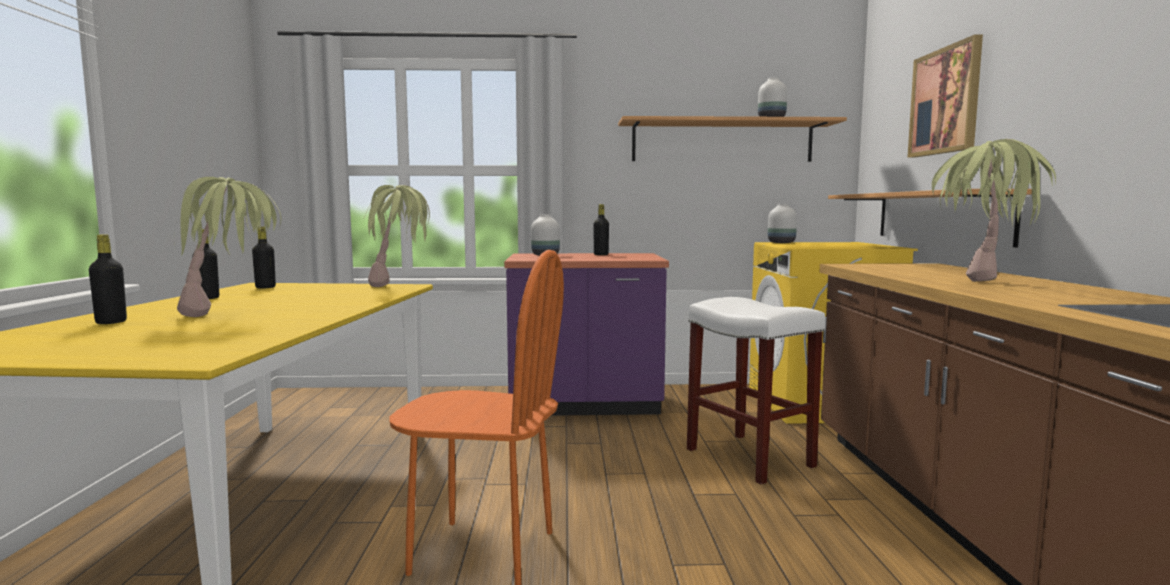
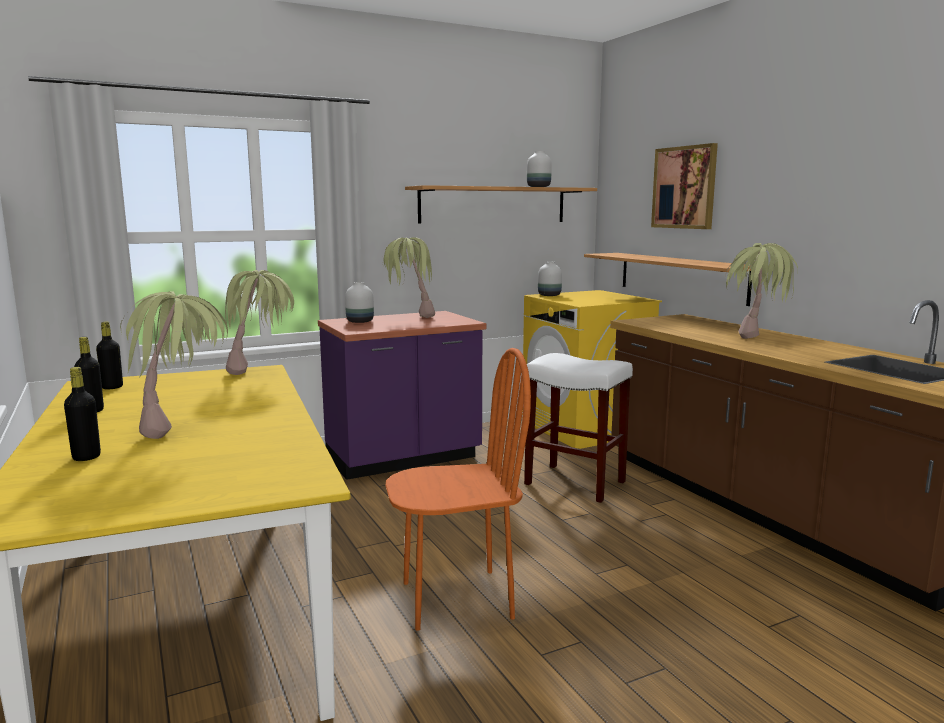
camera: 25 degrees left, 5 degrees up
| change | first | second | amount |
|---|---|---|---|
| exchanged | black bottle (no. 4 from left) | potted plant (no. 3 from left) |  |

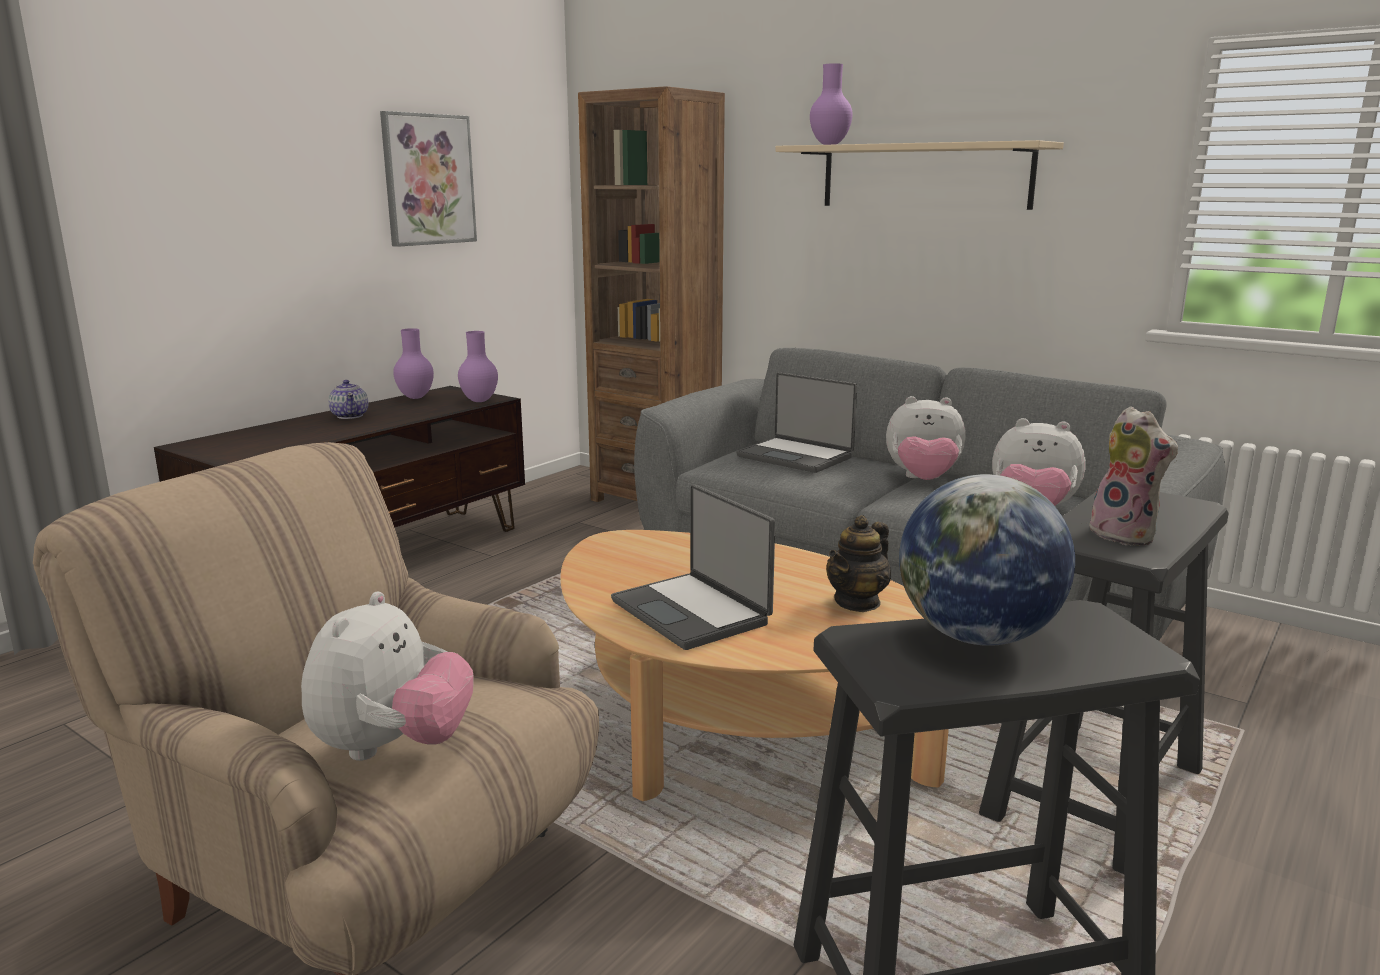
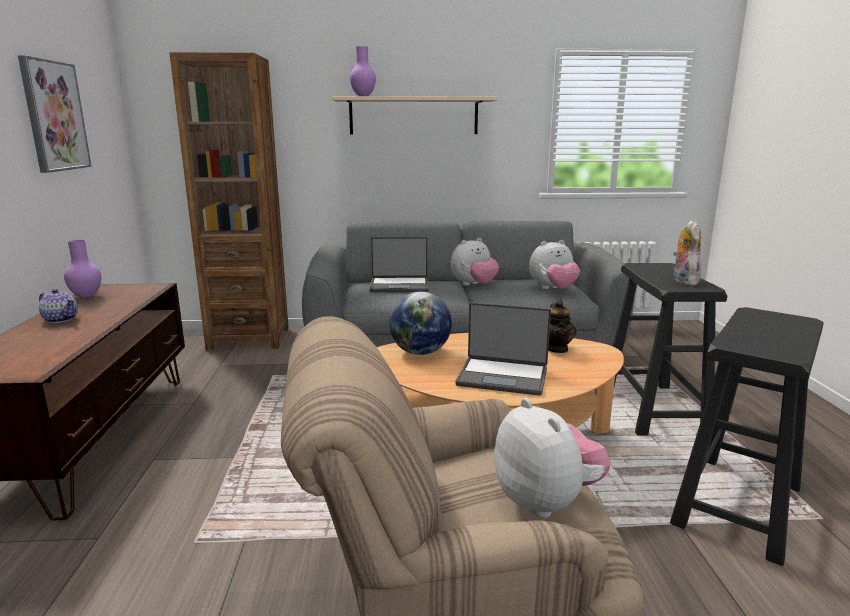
camera: 40 degrees left, 0 degrees up
| change | first | second | amount |
|---|---|---|---|
| missing | purple vase (no. 2 from left) |  |  |
| spun | plush toy (no. 4 from left) |  | 105 degrees counterclockwise |
| relocated | globe |  |  |

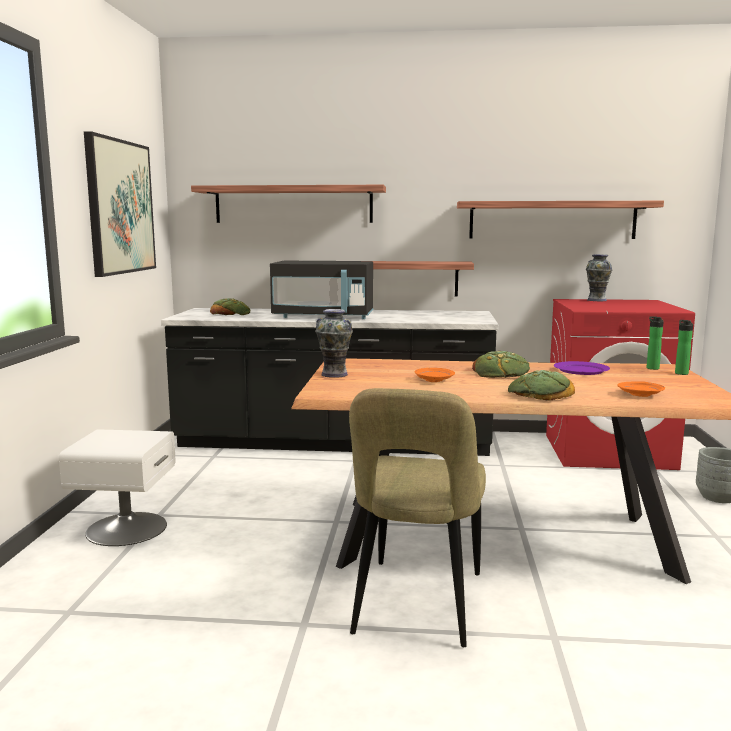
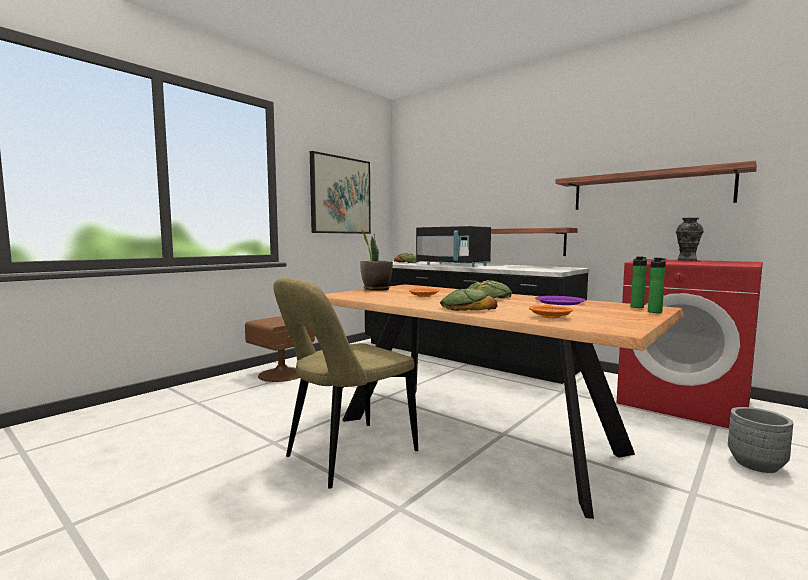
camera: 35 degrees right, 5 degrees down
| change | first | second | amount |
|---|---|---|---|
| missing | shelf (no. 1 from left) |  |  |
| exchanged | vase (no. 1 from left) | potted plant |  |
| colour | white nightstand | brown nightstand |  |

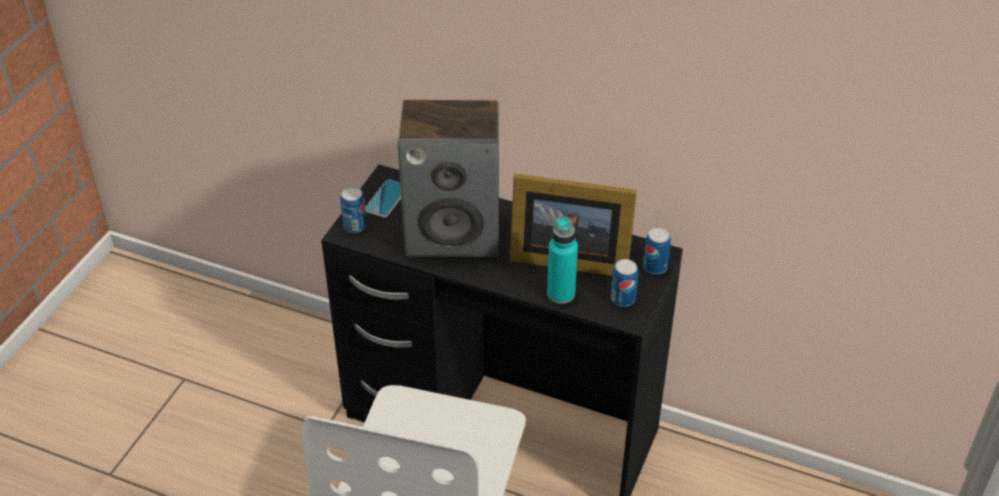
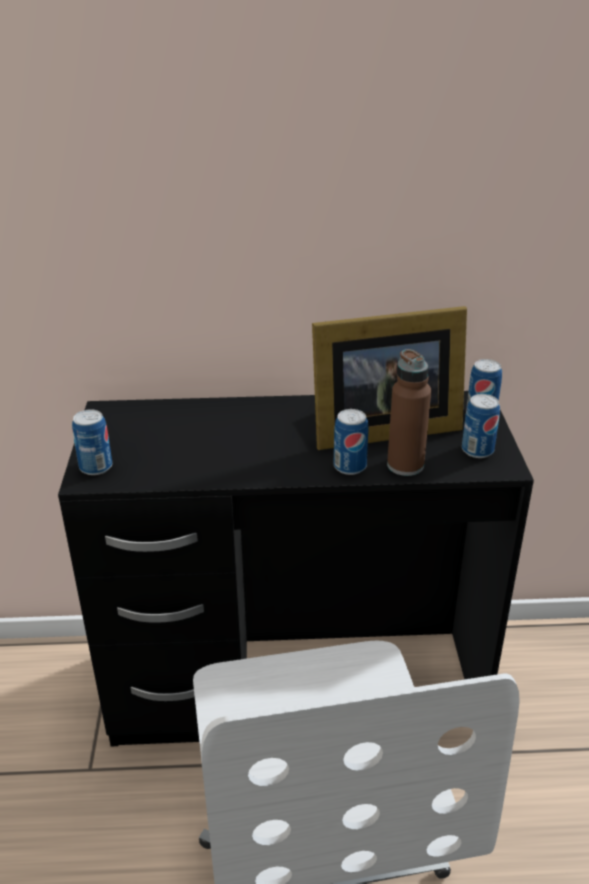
camera: 25 degrees left, 10 degrees down
| change | first | second | amount |
|---|---|---|---|
| missing | speaker |  |  |
| missing | phone |  |  |
| colour | turquoise bottle | brown bottle |  |
| appeared |  | can (no. 2 from left) |  |

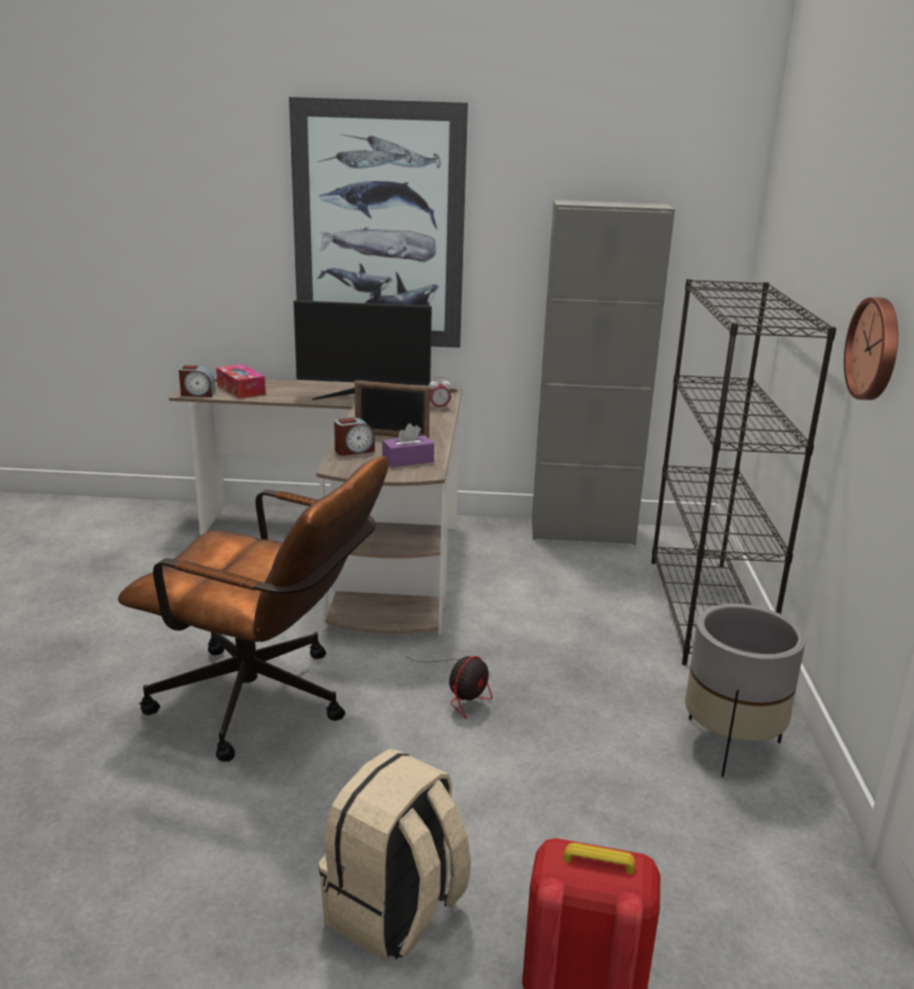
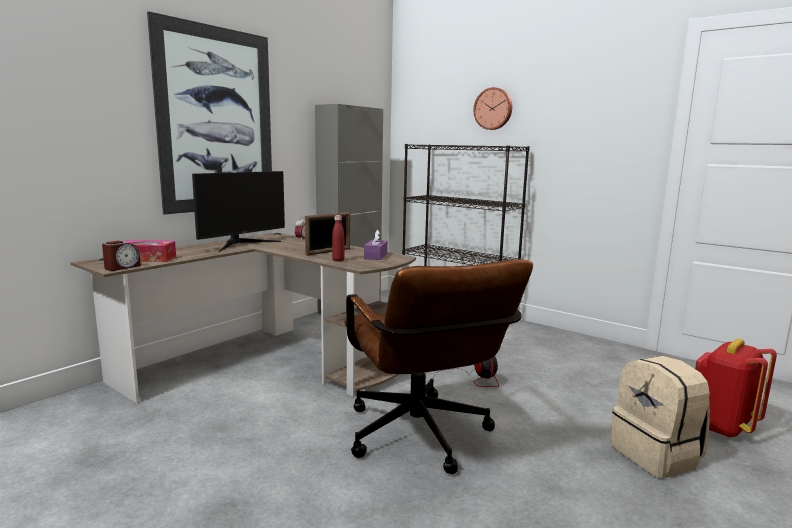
camera: 55 degrees left, 10 degrees down
| change | first | second | amount |
|---|---|---|---|
| relocated | wall clock |  |  |
| exchanged | alarm clock (no. 2 from left) | red bottle |  |
| spun | brown office chair |  | 105 degrees clockwise |
| missing | grey planter |  |  |

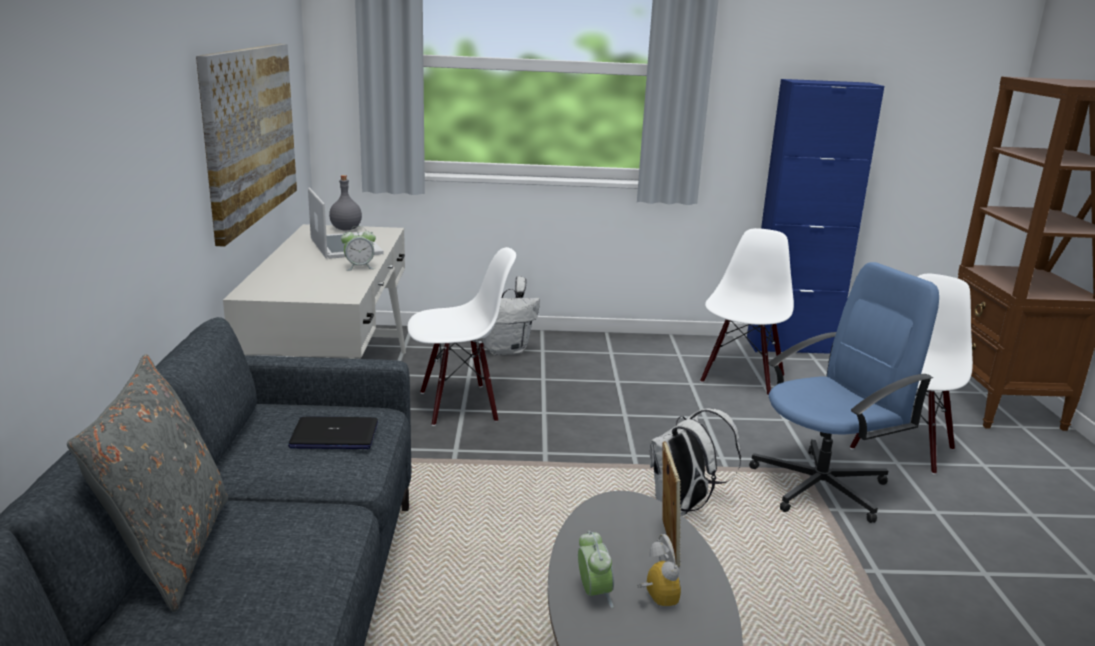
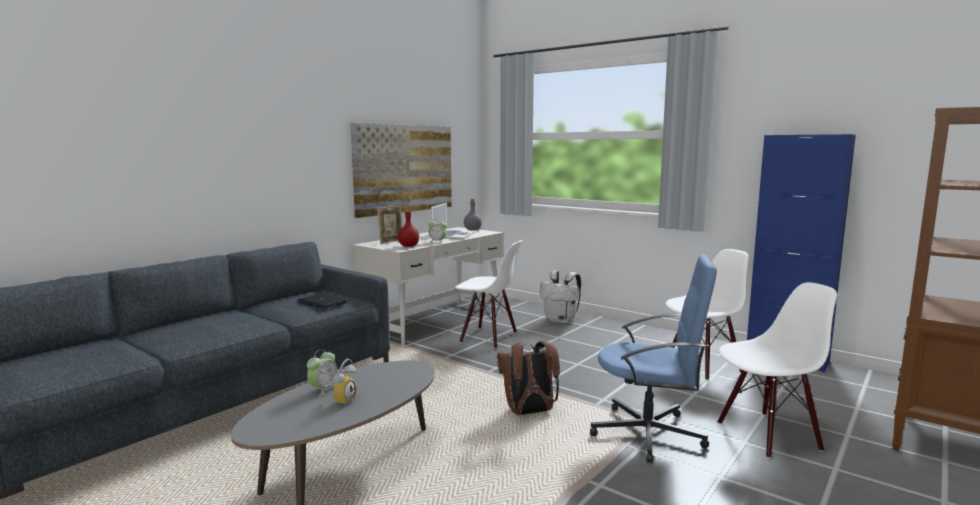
camera: 40 degrees right, 10 degrees down
| change | first | second | amount |
|---|---|---|---|
| missing | grey pillow |  |  |
| colour | white backpack (no. 2 from left) | brown backpack |  |
| relocated | picture frame |  |  |
| appeared |  | red bottle |  |

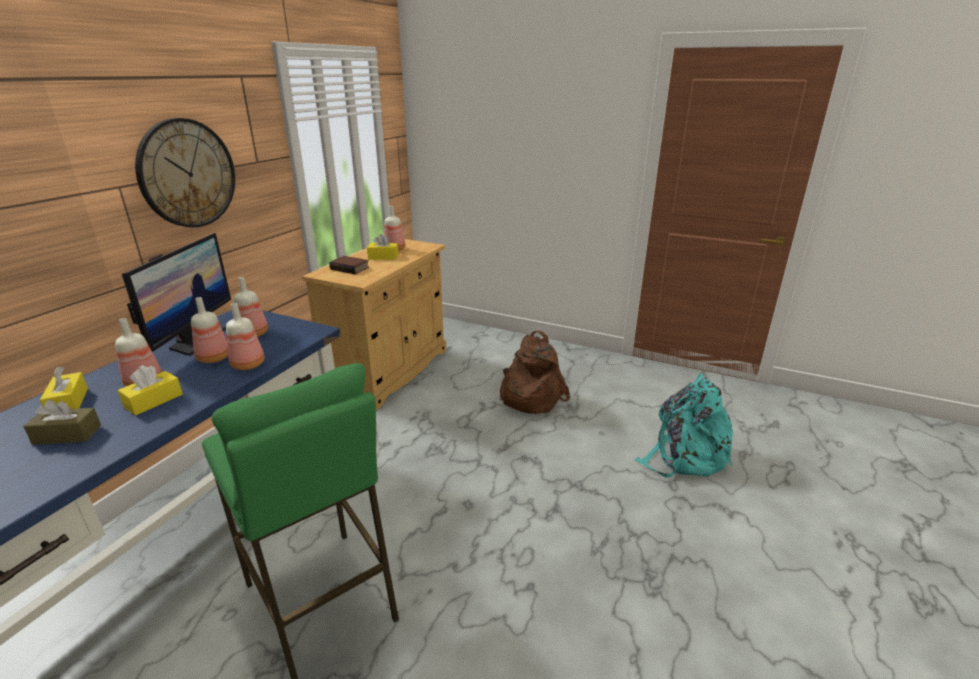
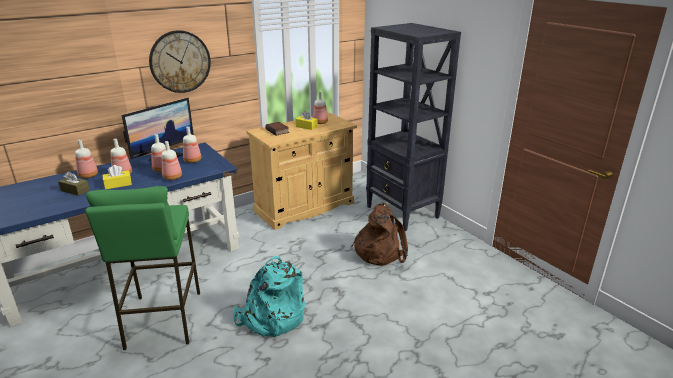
camera: 30 degrees right, 0 degrees up
| change | first | second | amount |
|---|---|---|---|
| exchanged | yellow tissue box (no. 1 from left) | bottle (no. 1 from left) |  |
| relocated | turquoise backpack |  |  |
| appeared |  | black bookcase |  |

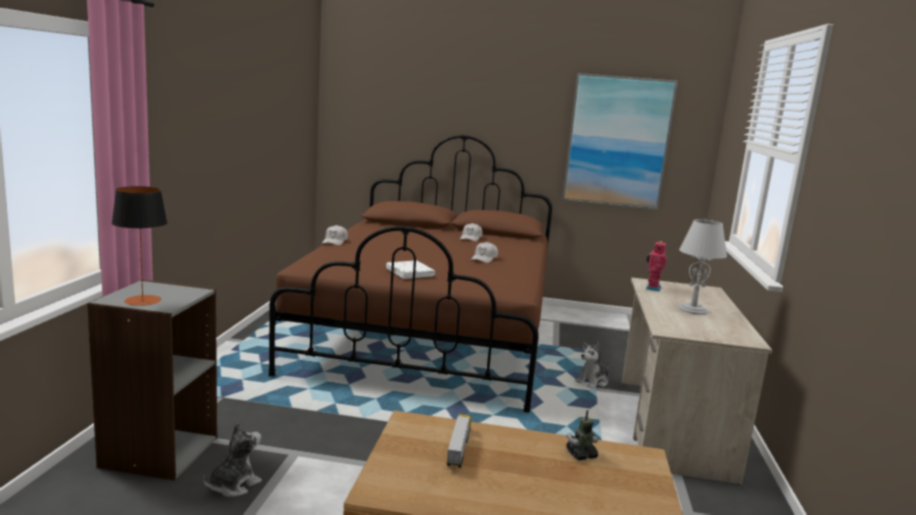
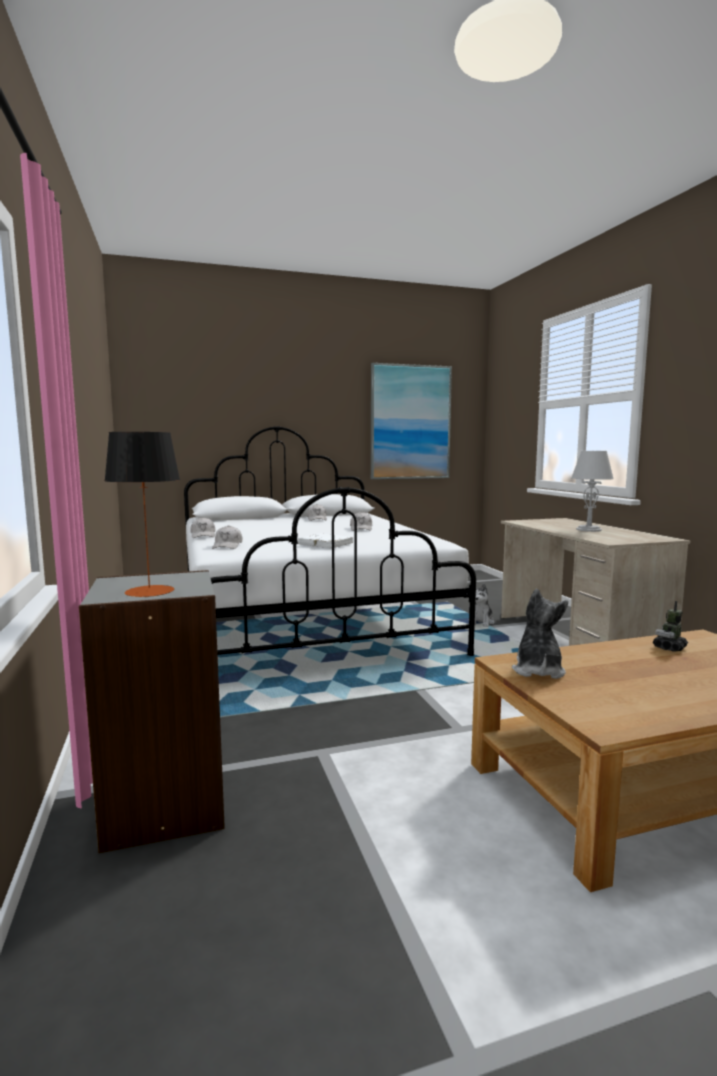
camera: 25 degrees left, 5 degrees down
| change | first | second | amount |
|---|---|---|---|
| colour | brown bed | white bed |  |
| missing | toy robot (no. 2 from left) |  |  |
| missing | toy truck |  |  |
| relocated | plush toy (no. 1 from left in the first image) | plush toy (no. 2 from left) |  |
| appeared |  | white cap (no. 2 from left) |  |

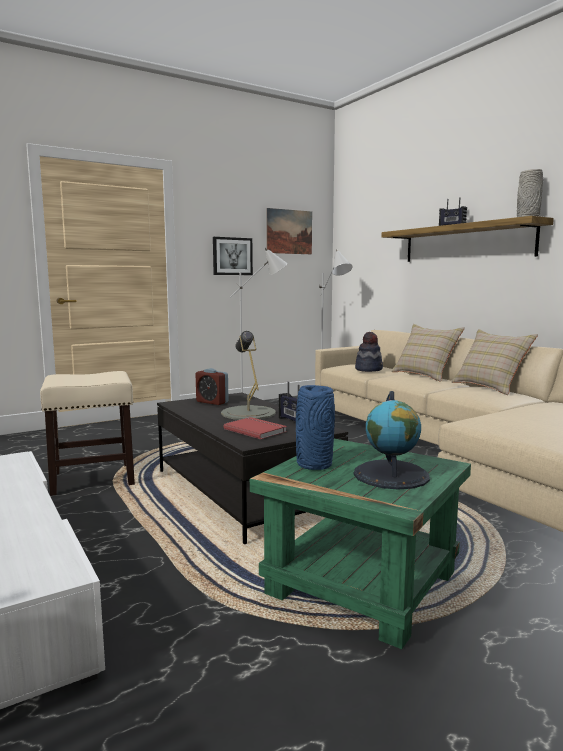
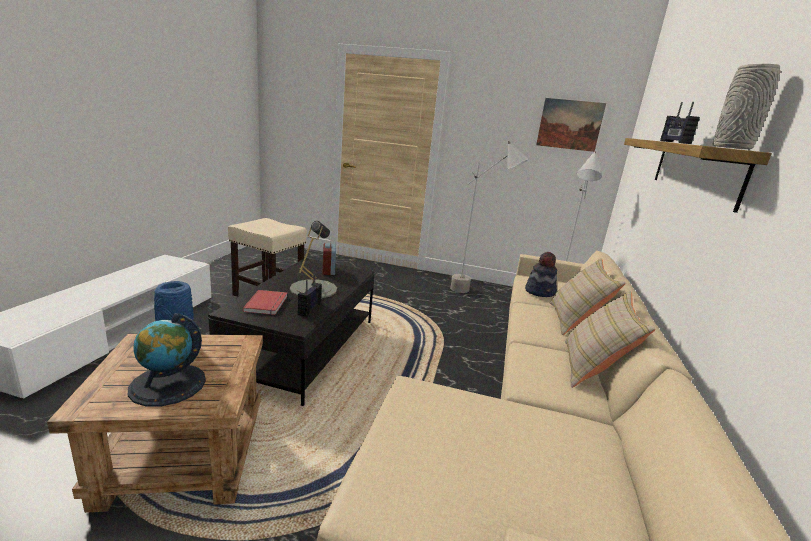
camera: 45 degrees right, 10 degrees up
| change | first | second | amount |
|---|---|---|---|
| missing | picture (no. 1 from left) |  |  |
| colour | green side table | brown side table |  |

